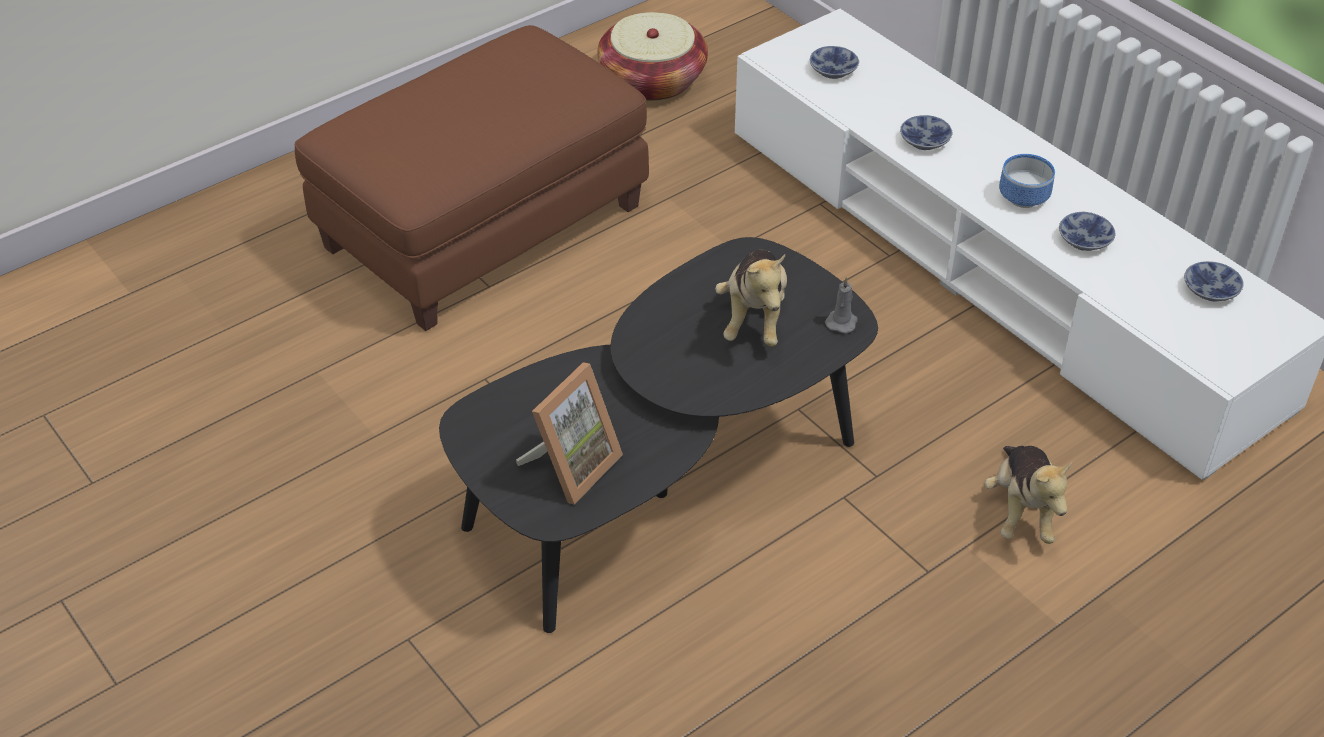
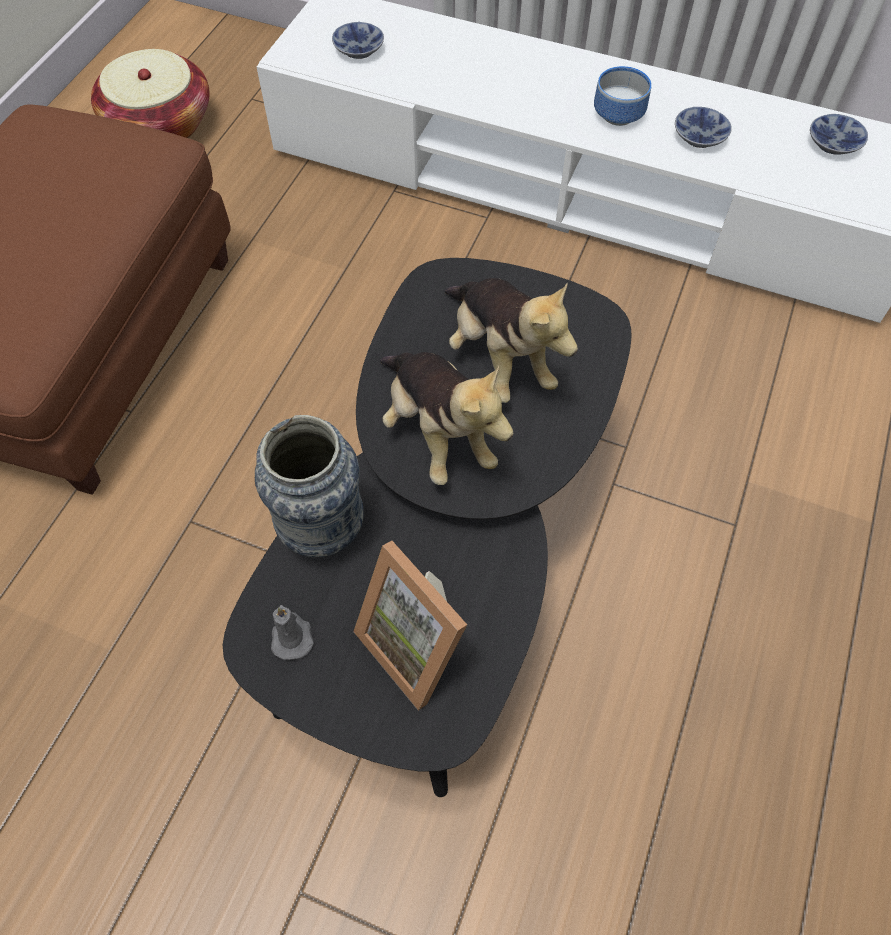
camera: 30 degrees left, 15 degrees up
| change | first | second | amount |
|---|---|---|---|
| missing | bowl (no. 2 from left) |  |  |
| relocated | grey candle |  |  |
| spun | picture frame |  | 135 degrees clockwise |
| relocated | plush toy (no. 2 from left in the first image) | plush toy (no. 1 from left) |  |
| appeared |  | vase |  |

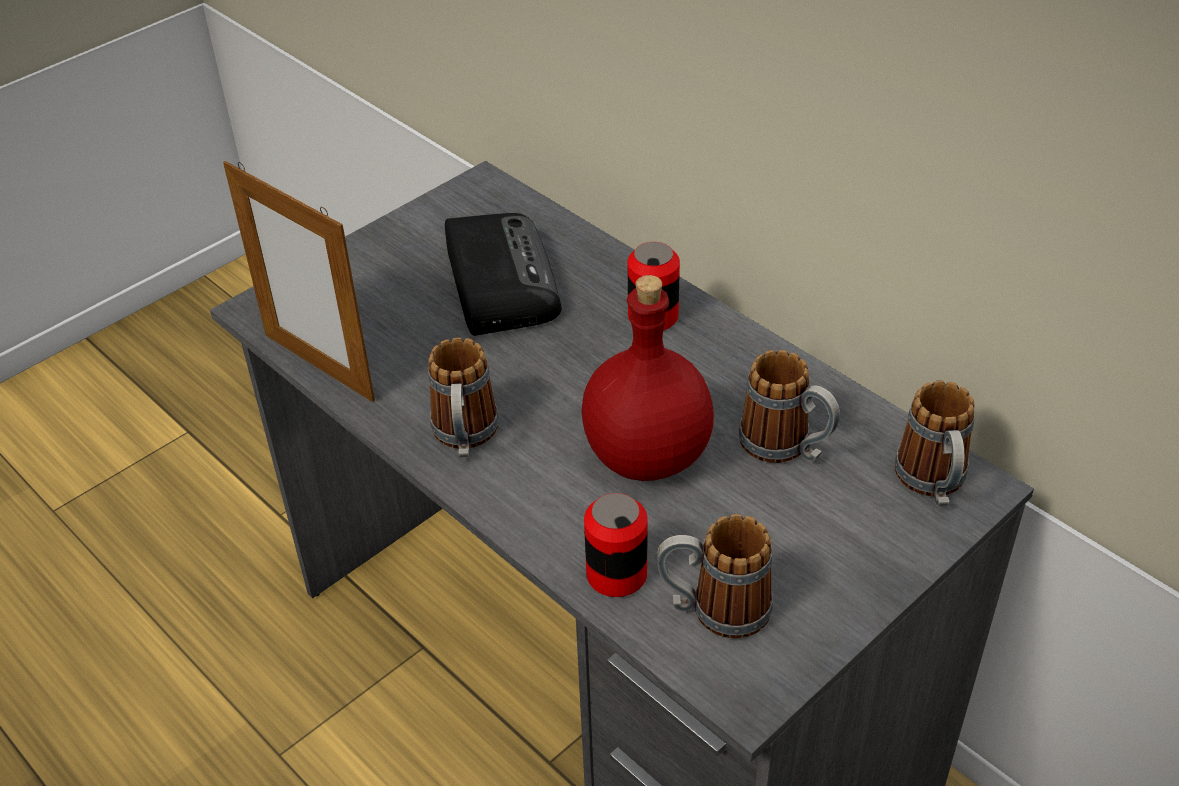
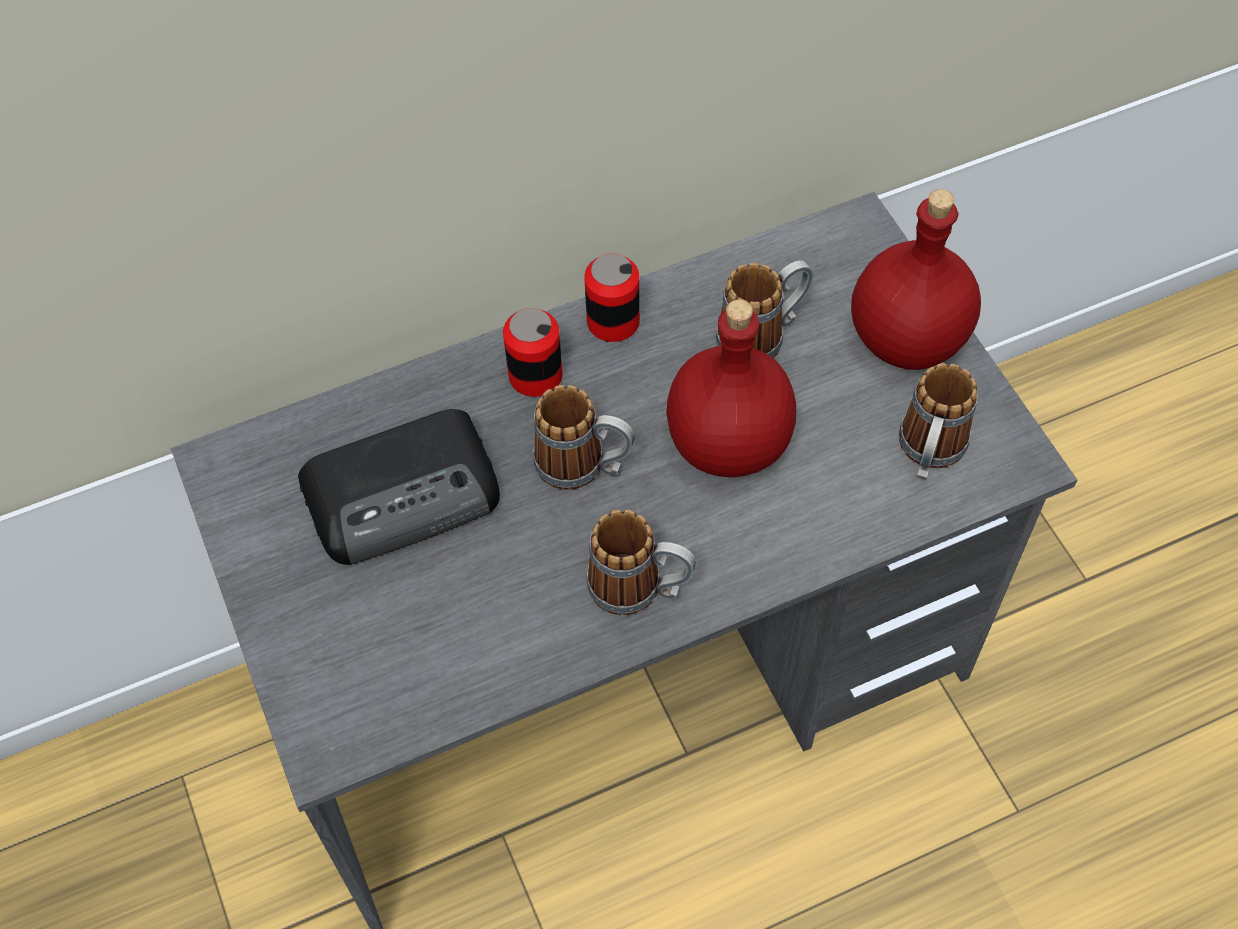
camera: 70 degrees left, 15 degrees up
| change | first | second | amount |
|---|---|---|---|
| missing | picture frame |  |  |
| spun | radio |  | 150 degrees clockwise |
| relocated | mug (no. 4 from left in the first image) | mug (no. 1 from left) |  |
| relocated | can (no. 1 from left in the first image) | can (no. 2 from left) |  |
| appeared |  | red bottle (no. 2 from left) |  |

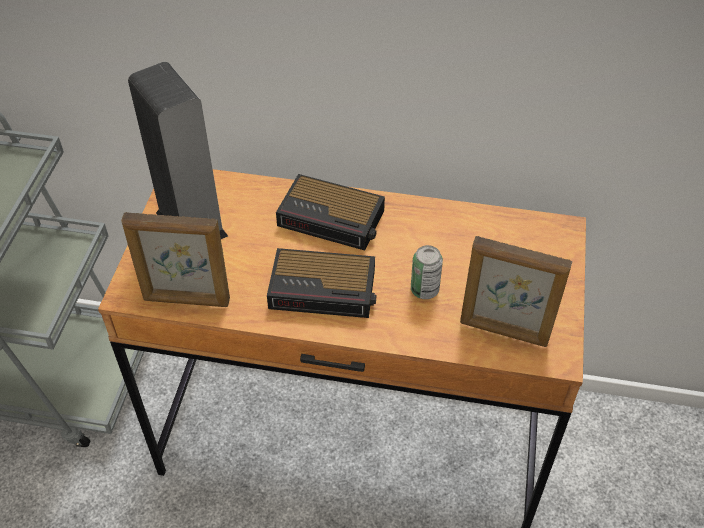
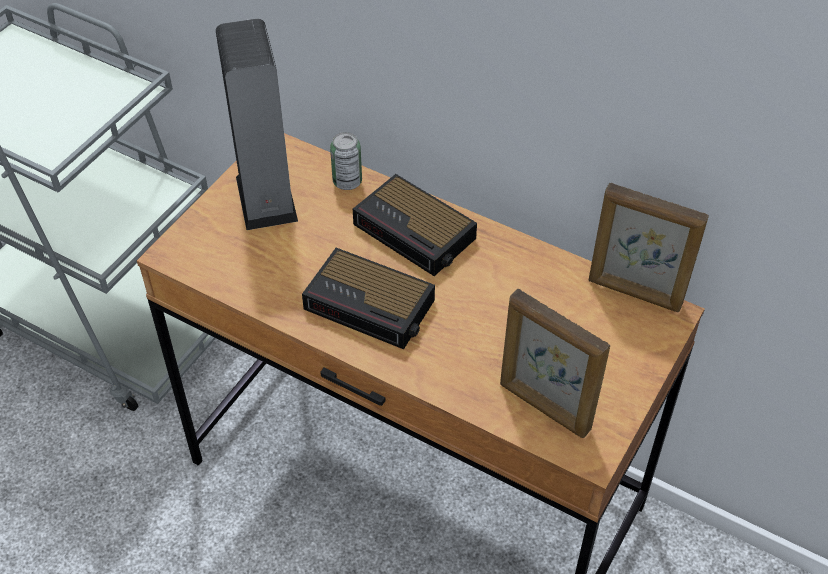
camera: 20 degrees right, 0 degrees up
| change | first | second | amount |
|---|---|---|---|
| relocated | picture frame (no. 1 from left in the first image) | picture frame (no. 2 from left) |  |
| relocated | can |  |  |

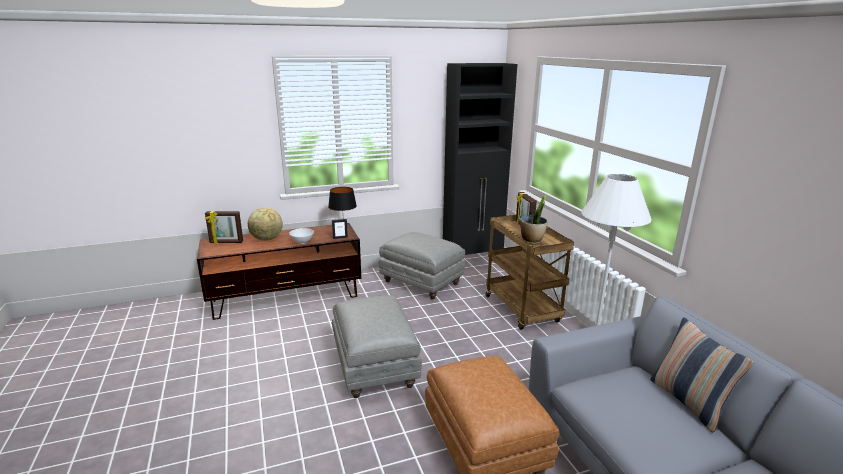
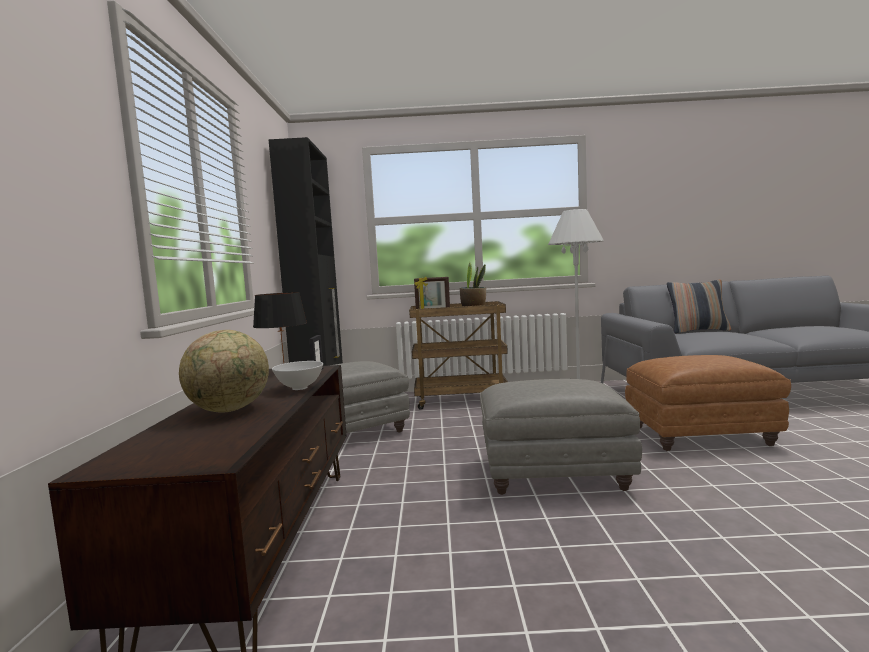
camera: 70 degrees left, 15 degrees down
| change | first | second | amount |
|---|---|---|---|
| missing | picture frame (no. 1 from left) |  |  |

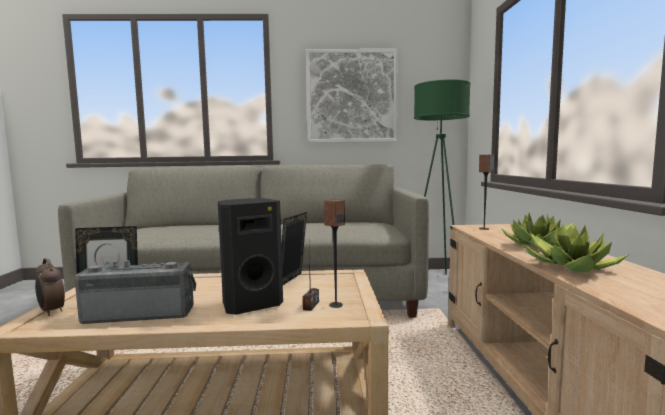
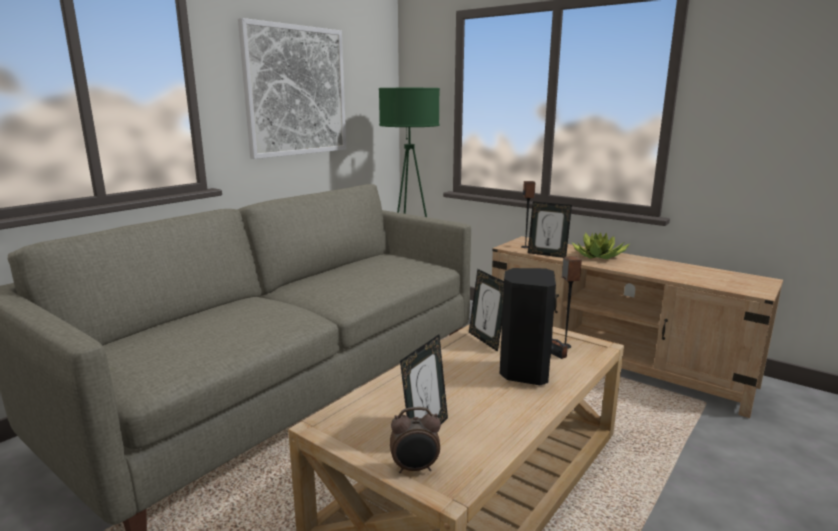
camera: 50 degrees left, 10 degrees up
| change | first | second | amount |
|---|---|---|---|
| missing | potted plant (no. 2 from left) |  |  |
| missing | radio (no. 1 from left) |  |  |
| appeared |  | picture frame (no. 3 from left) |  |

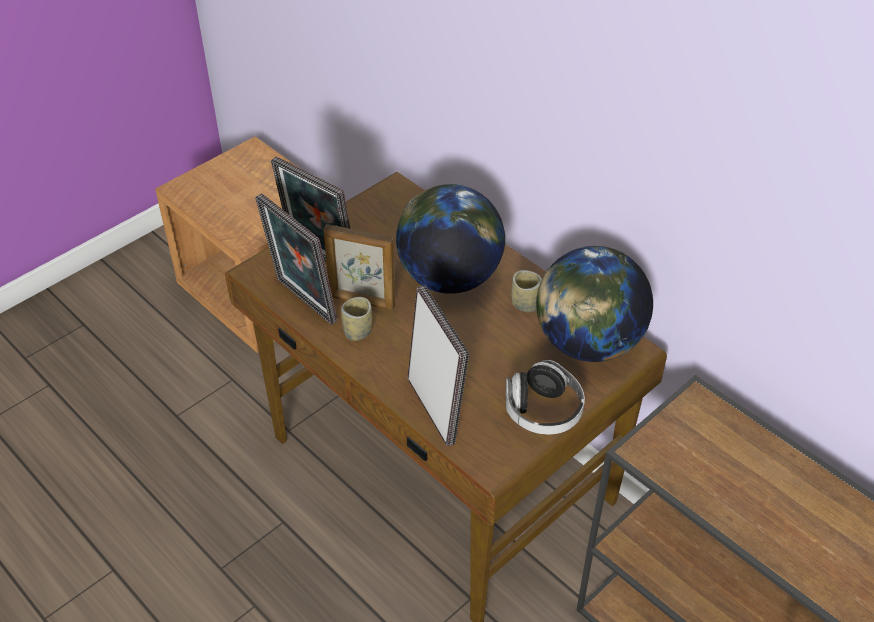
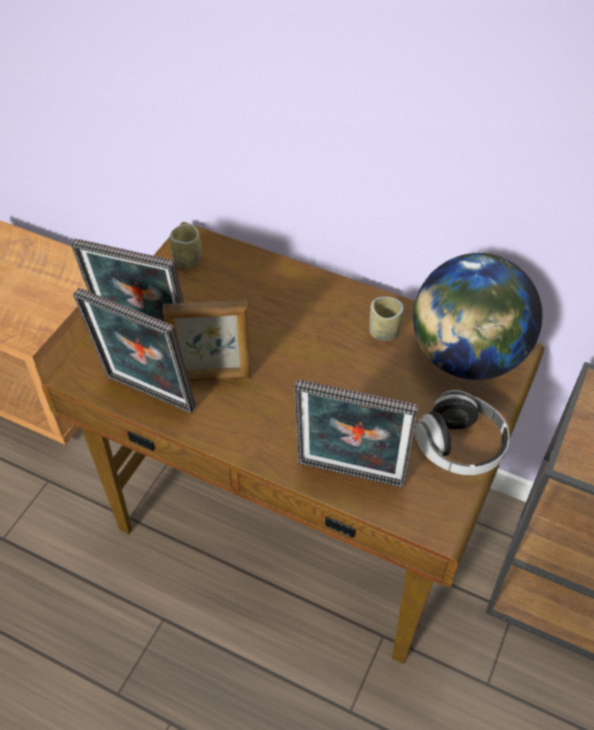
camera: 20 degrees left, 5 degrees up
| change | first | second | amount |
|---|---|---|---|
| missing | globe (no. 1 from left) |  |  |
| spun | picture frame (no. 4 from left) |  | 150 degrees clockwise |
| relocated | cup (no. 1 from left) |  |  |

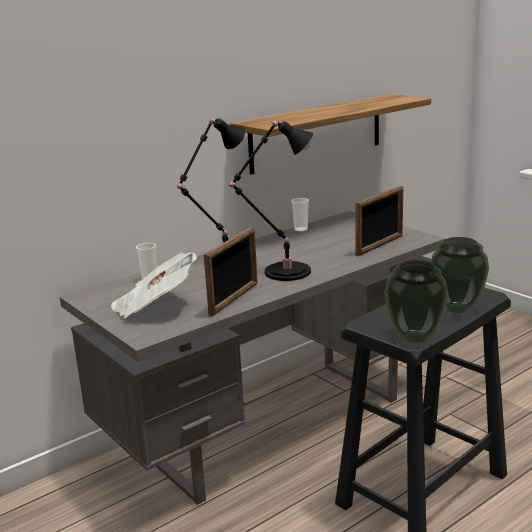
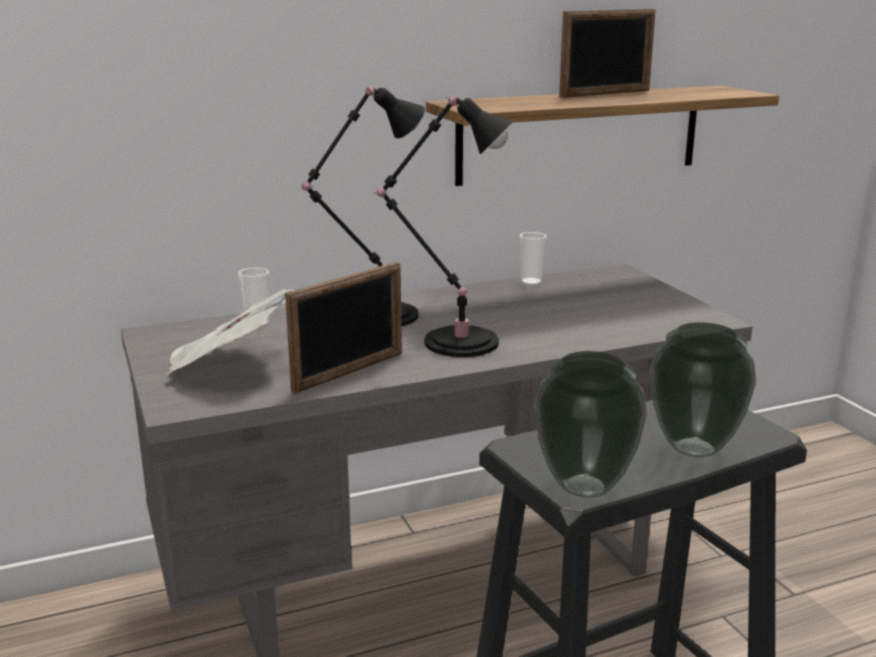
camera: 15 degrees right, 0 degrees up
| change | first | second | amount |
|---|---|---|---|
| relocated | picture frame (no. 2 from left) |  |  |

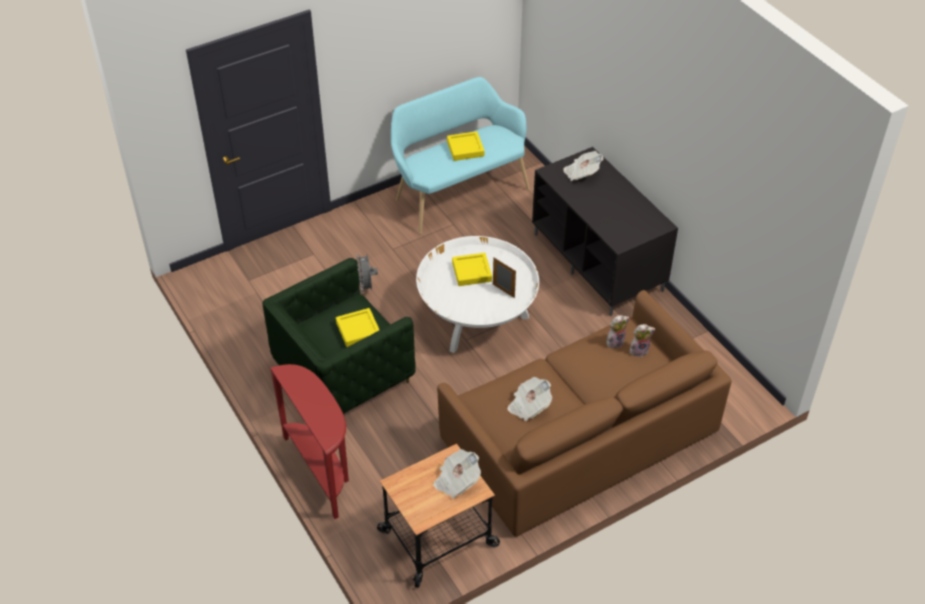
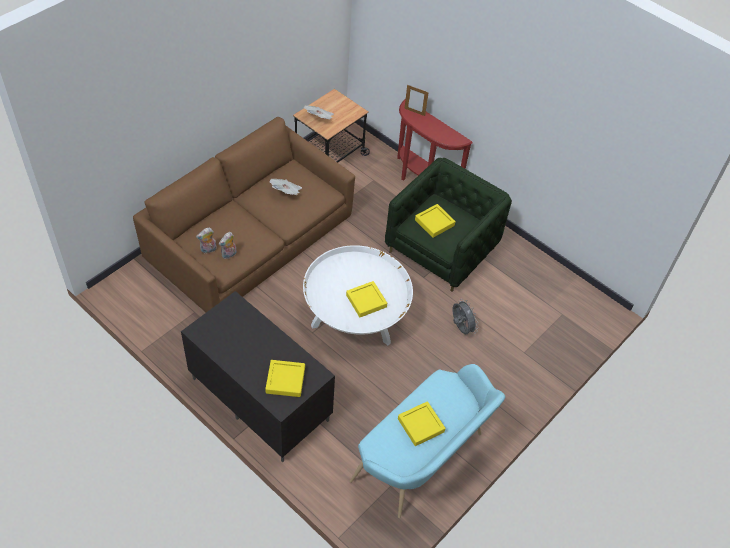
camera: 160 degrees right, 5 degrees up
| change | first | second | amount |
|---|---|---|---|
| exchanged | newspaper (no. 3 from left) | yellow tray (no. 1 from left) |  |
| relocated | picture frame |  |  |

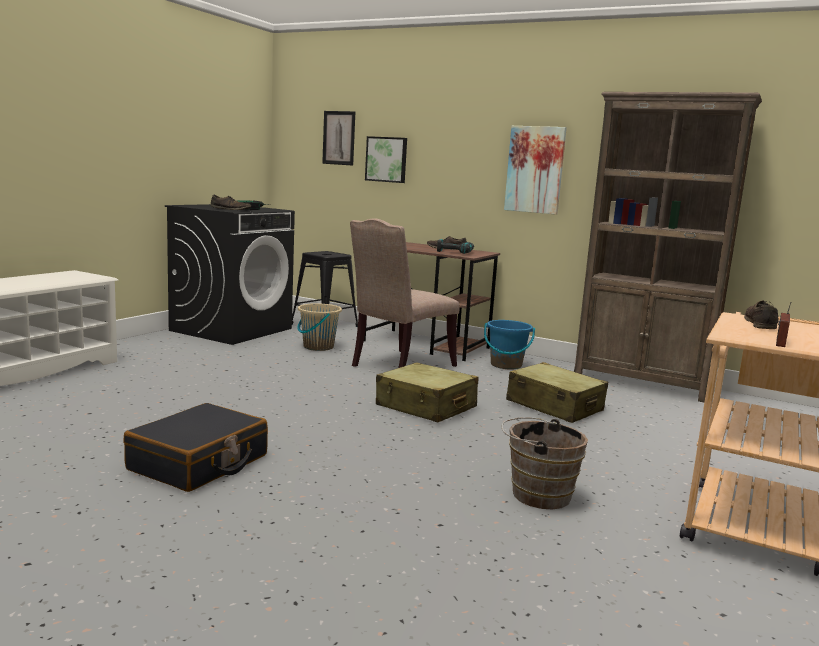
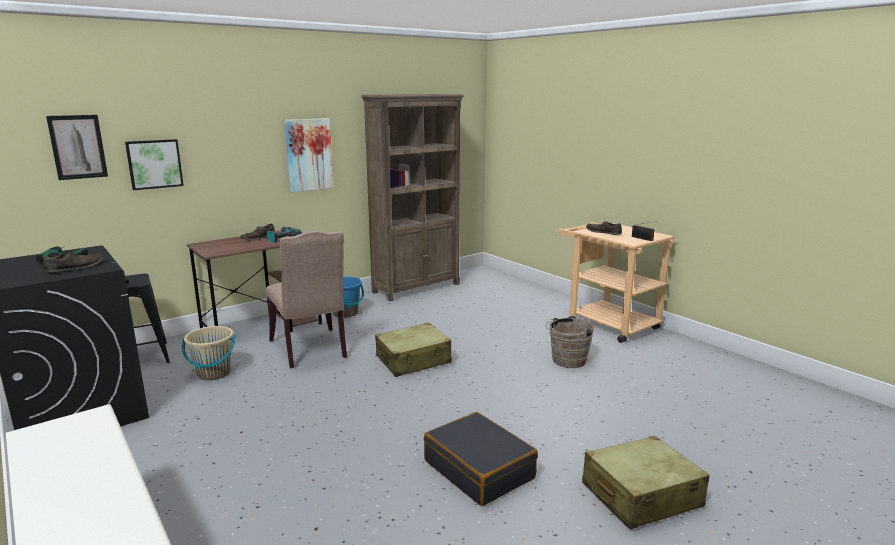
camera: 65 degrees left, 5 degrees up
| change | first | second | amount |
|---|---|---|---|
| relocated | beige suitcase (no. 2 from left) |  |  |

